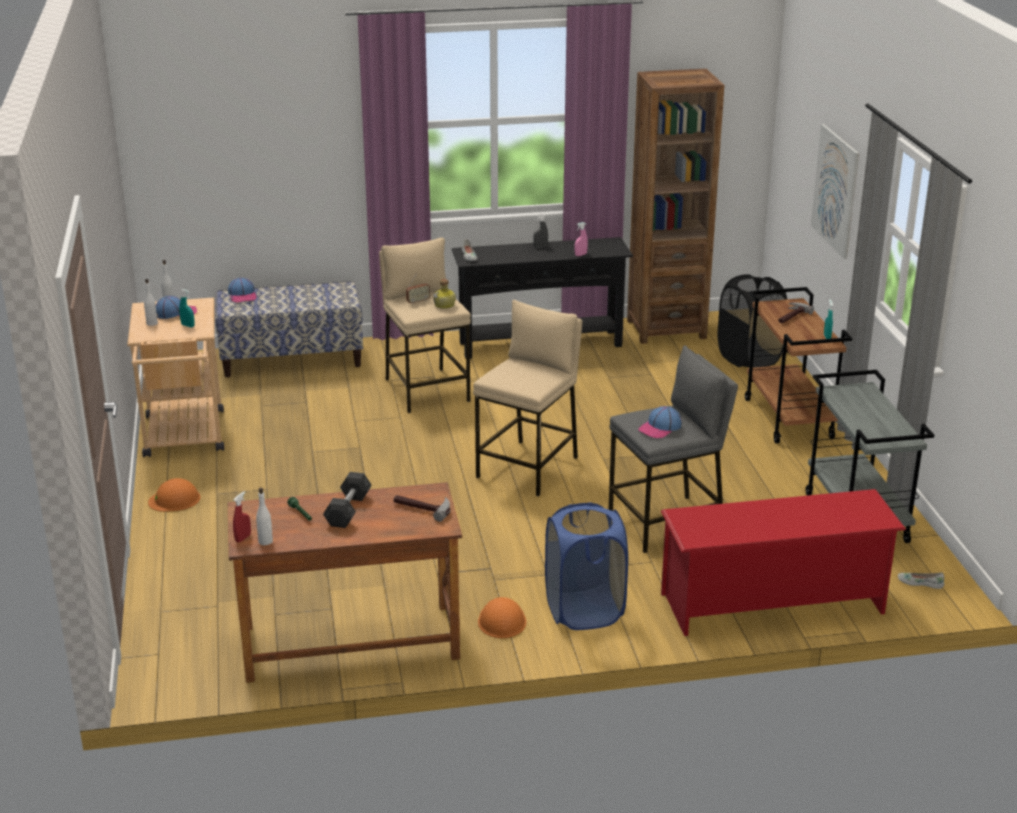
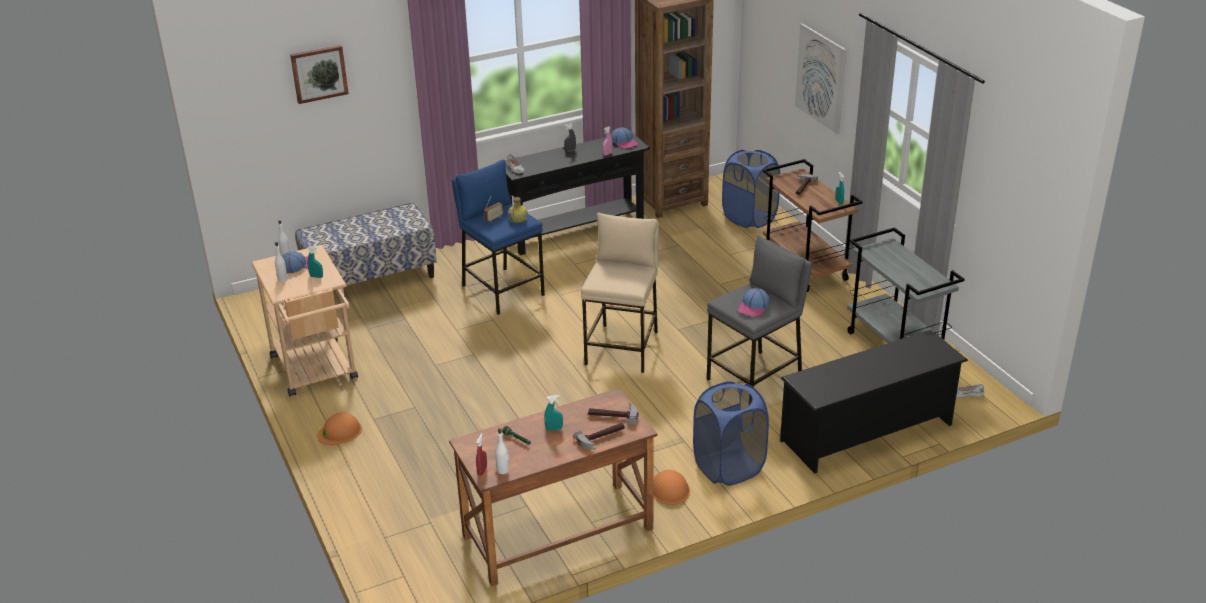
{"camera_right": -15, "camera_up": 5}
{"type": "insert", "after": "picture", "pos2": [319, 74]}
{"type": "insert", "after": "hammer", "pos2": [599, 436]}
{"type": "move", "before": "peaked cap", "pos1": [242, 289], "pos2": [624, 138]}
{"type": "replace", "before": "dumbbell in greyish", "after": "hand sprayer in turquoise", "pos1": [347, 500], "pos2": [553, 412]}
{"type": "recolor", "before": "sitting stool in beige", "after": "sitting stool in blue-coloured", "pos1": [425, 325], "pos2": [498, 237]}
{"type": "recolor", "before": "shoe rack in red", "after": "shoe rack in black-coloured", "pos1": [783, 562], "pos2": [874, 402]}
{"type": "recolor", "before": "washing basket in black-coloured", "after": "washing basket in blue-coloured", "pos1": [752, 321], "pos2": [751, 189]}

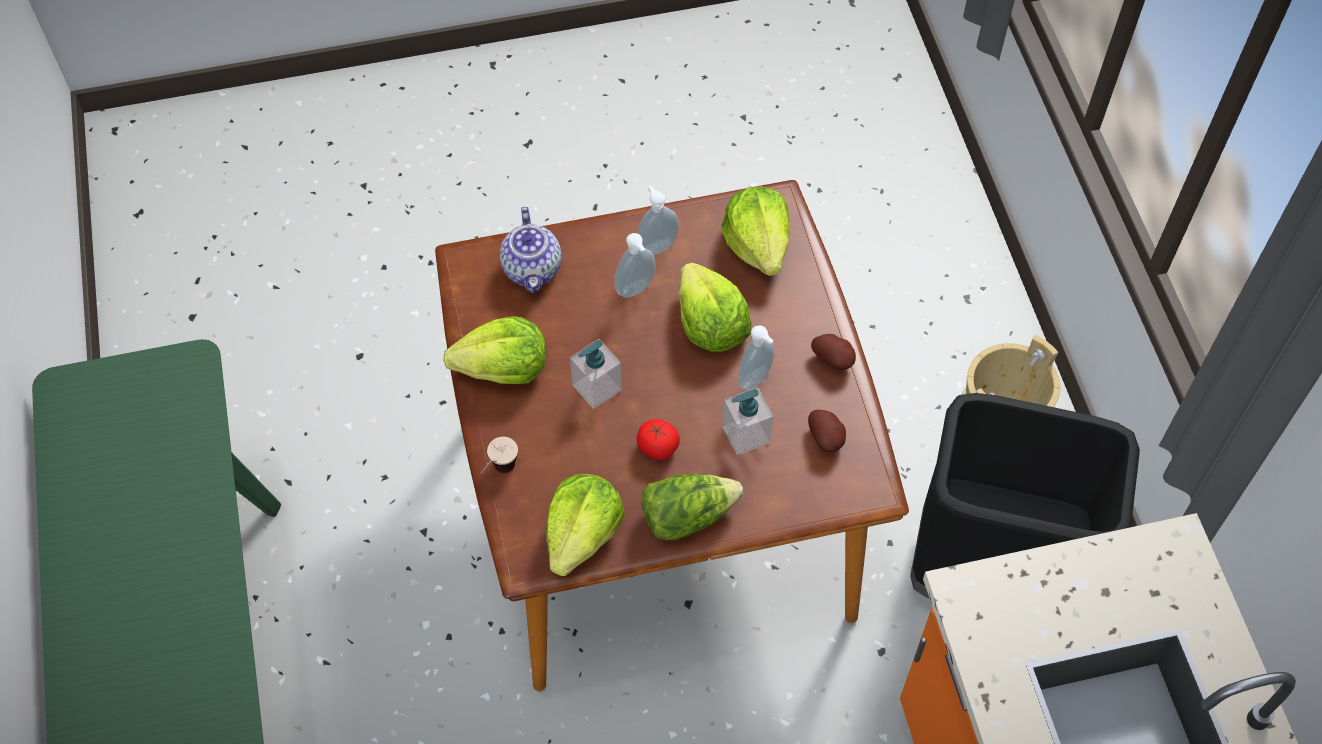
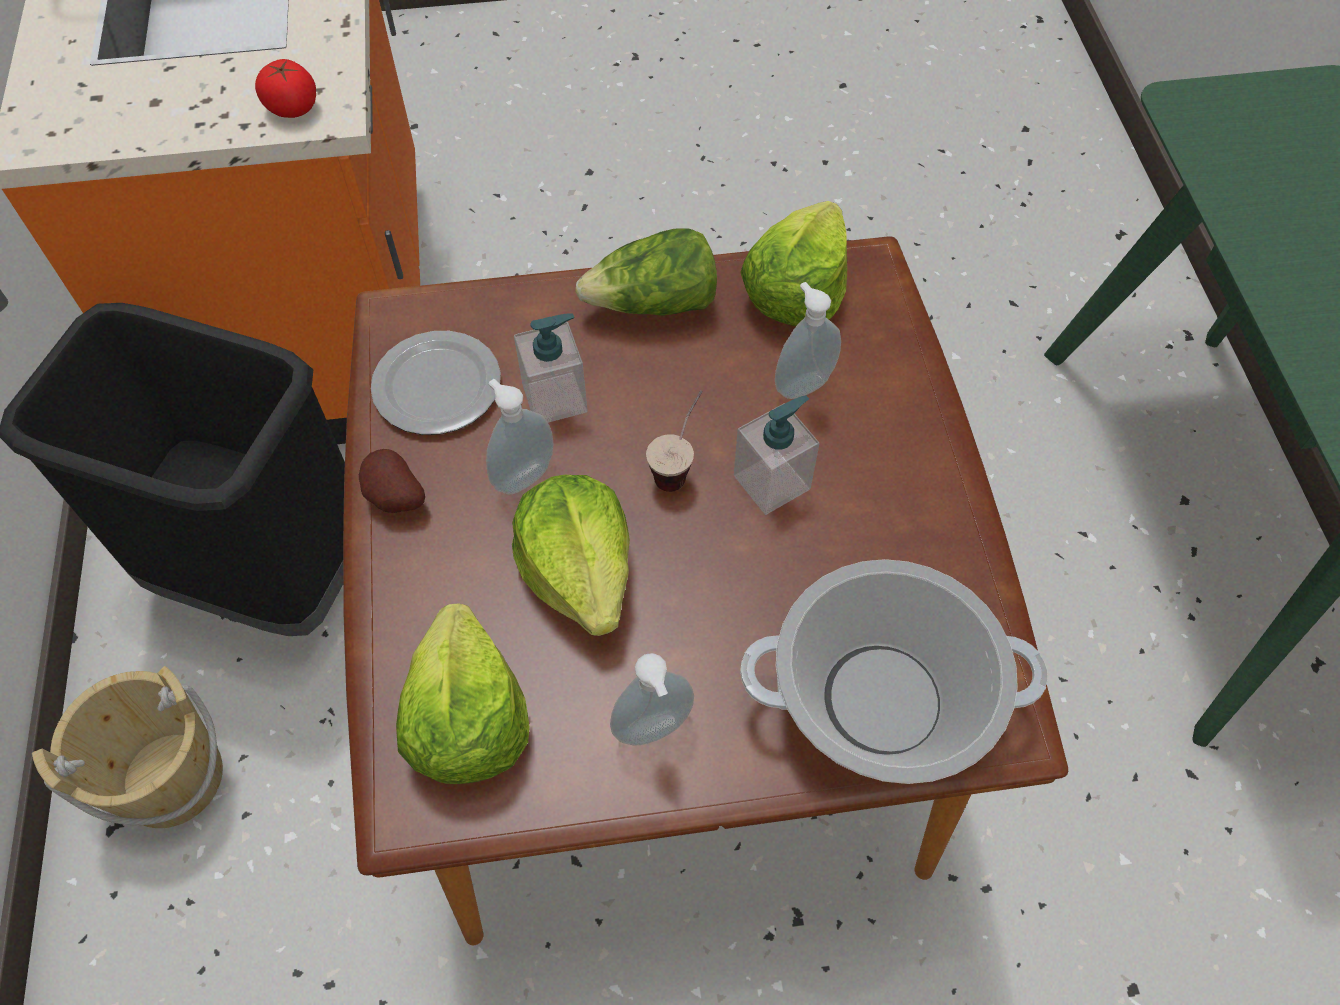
{"camera_right": -175, "camera_up": 0}
{"type": "delete", "before": "lettuce", "pos1": [494, 350]}
{"type": "move", "before": "drinking cup", "pos1": [499, 455], "pos2": [674, 441]}
{"type": "move", "before": "liquid soap bottle", "pos1": [635, 265], "pos2": [808, 340]}
{"type": "move", "before": "fresh tomato", "pos1": [658, 439], "pos2": [285, 88]}
{"type": "replace", "before": "teapot", "after": "stockpot", "pos1": [531, 250], "pos2": [894, 671]}
{"type": "replace", "before": "potato", "after": "flat dish", "pos1": [827, 431], "pos2": [436, 383]}

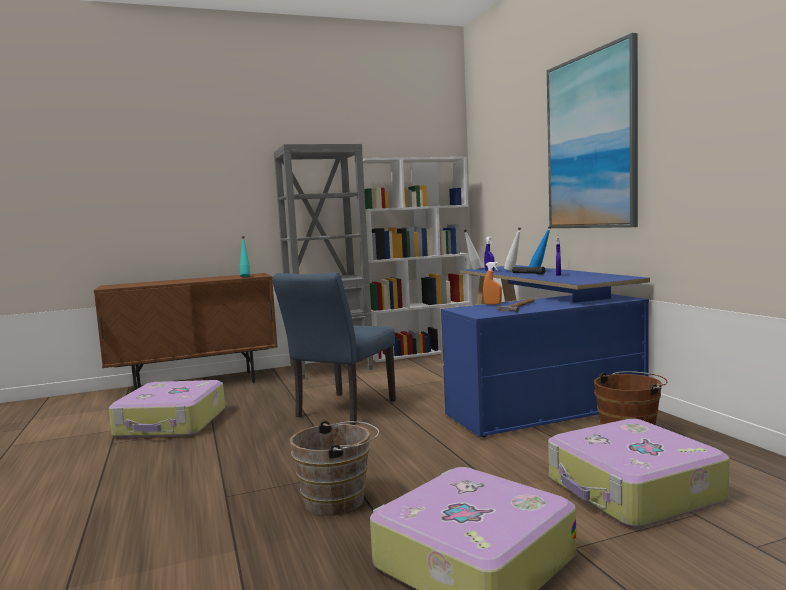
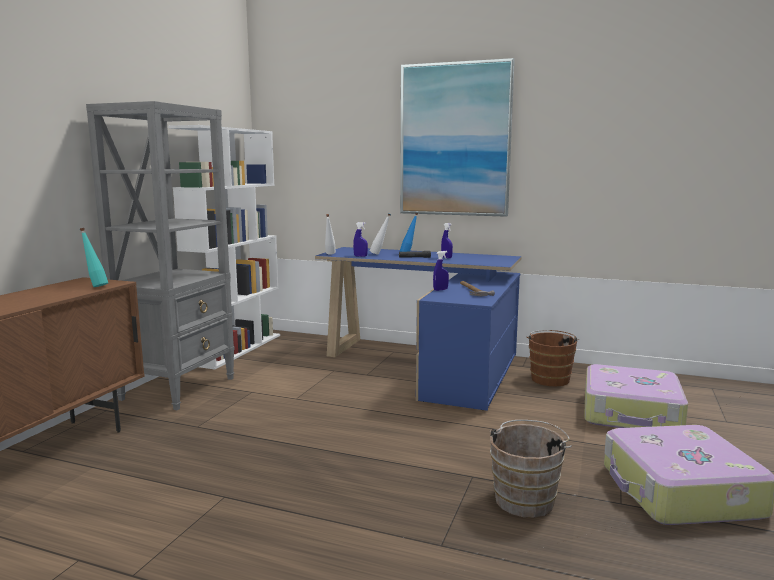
{"camera_right": -50, "camera_up": 5}
{"type": "delete", "before": "suitcase", "pos1": [167, 409]}
{"type": "delete", "before": "chair in blue-coloured", "pos1": [334, 348]}
{"type": "recolor", "before": "hand sprayer in orange", "after": "hand sprayer in blue-coloured", "pos1": [492, 283], "pos2": [441, 271]}

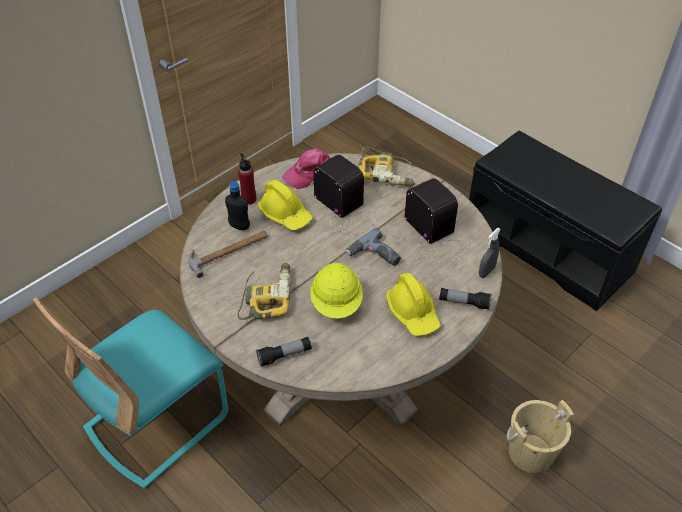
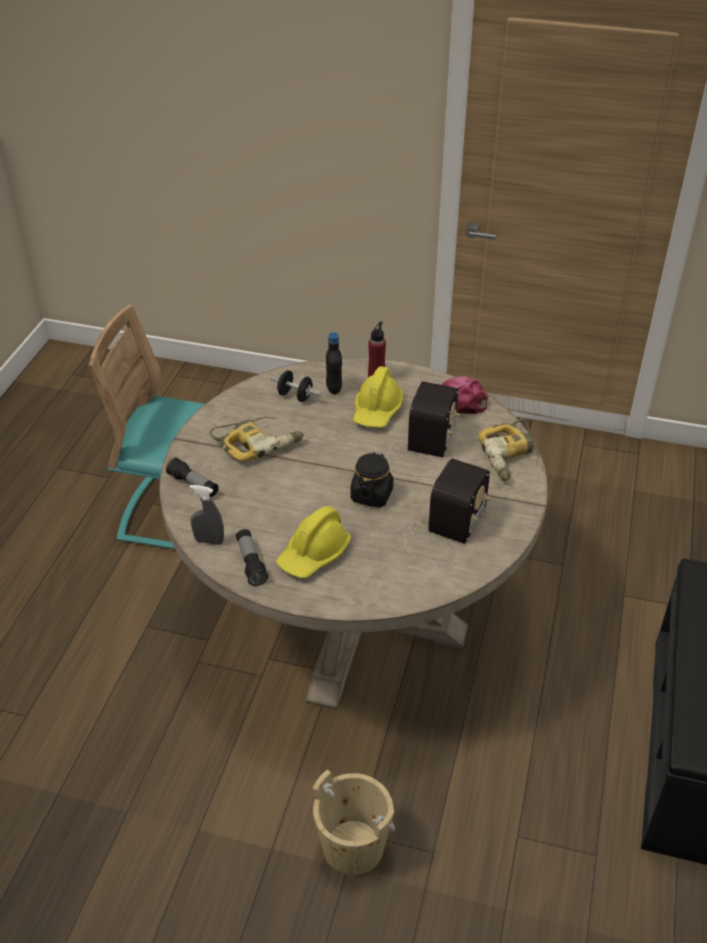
{"camera_right": 60, "camera_up": -5}
{"type": "delete", "before": "hard hat in yellow", "pos1": [336, 291]}
{"type": "move", "before": "torch", "pos1": [465, 299], "pos2": [252, 557]}
{"type": "move", "before": "hand sprayer in greyish", "pos1": [490, 253], "pos2": [207, 515]}
{"type": "replace", "before": "hammer", "after": "dumbbell in black-coloured", "pos1": [228, 254], "pos2": [295, 386]}
{"type": "replace", "before": "power drill", "after": "preserve jar in black-coloured", "pos1": [373, 247], "pos2": [371, 480]}

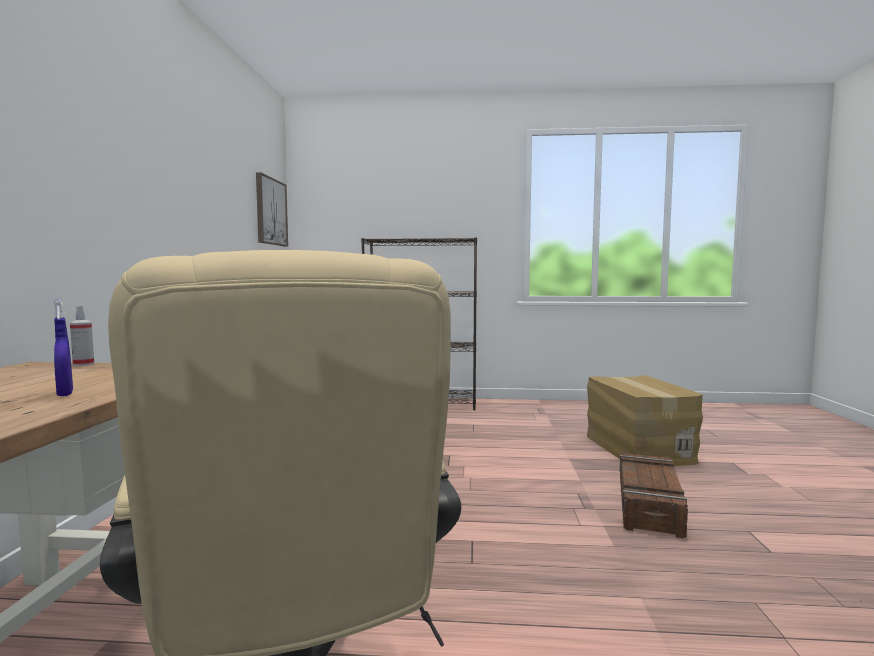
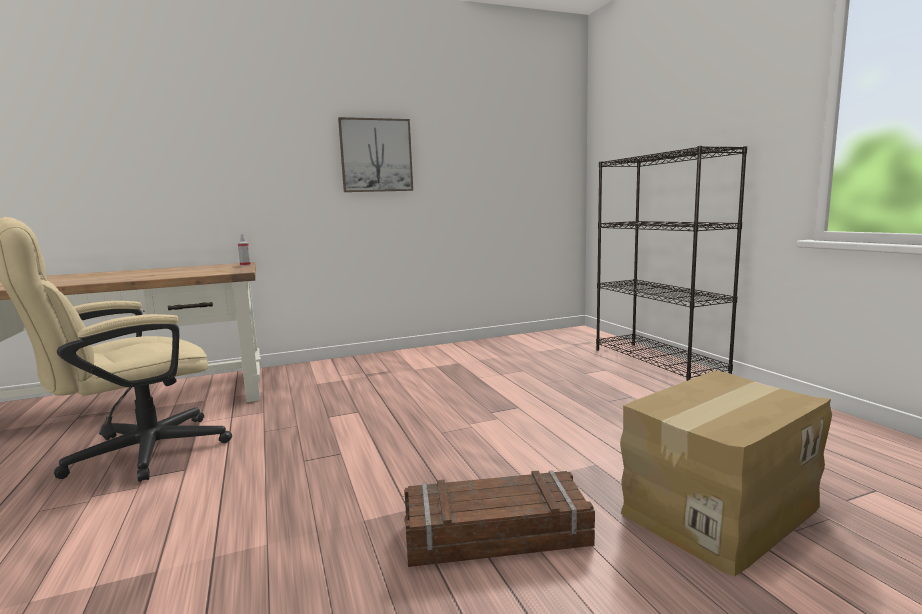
{"camera_right": 65, "camera_up": 5}
{"type": "delete", "before": "hand sprayer in blue-coloured", "pos1": [63, 347]}
{"type": "move", "before": "picture", "pos1": [272, 209], "pos2": [375, 154]}

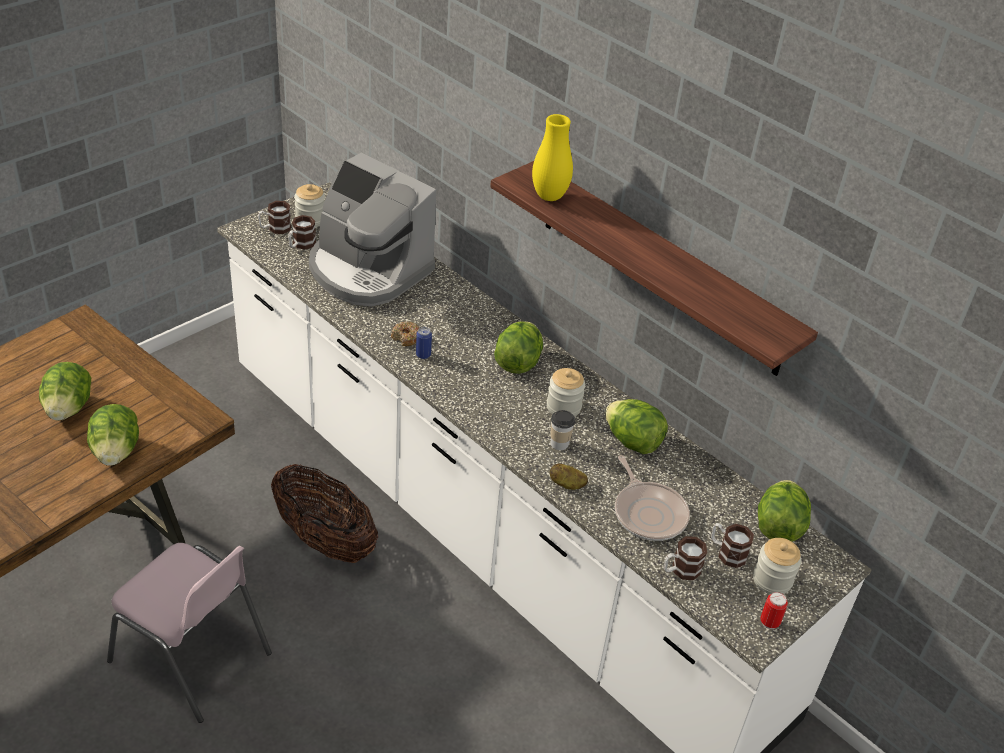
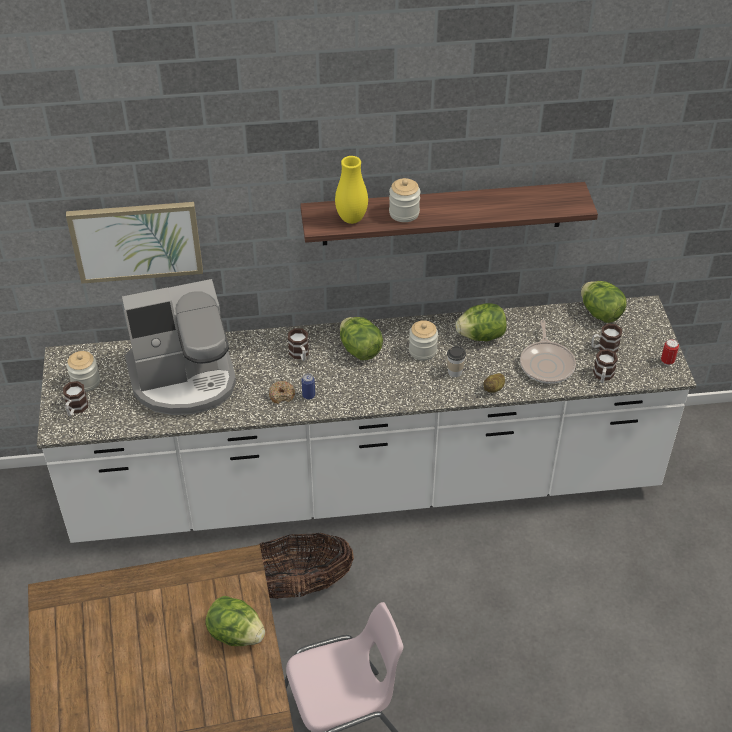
{"camera_right": -50, "camera_up": 5}
{"type": "delete", "before": "lettuce", "pos1": [65, 391]}
{"type": "insert", "after": "picture", "pos2": [134, 243]}
{"type": "move", "before": "coffee mug", "pos1": [302, 232], "pos2": [298, 344]}
{"type": "move", "before": "preserve jar", "pos1": [777, 566], "pos2": [404, 200]}
{"type": "rotate", "before": "frying pan", "pos1": [652, 498], "pos2": [548, 352], "turn": 75}

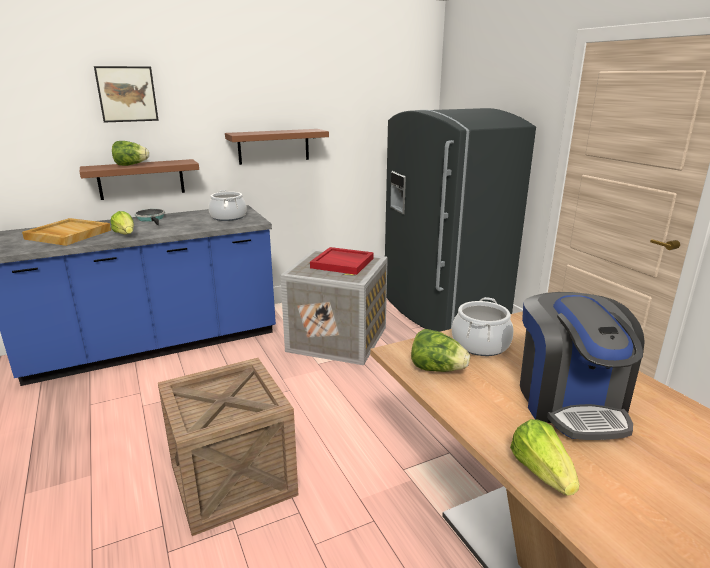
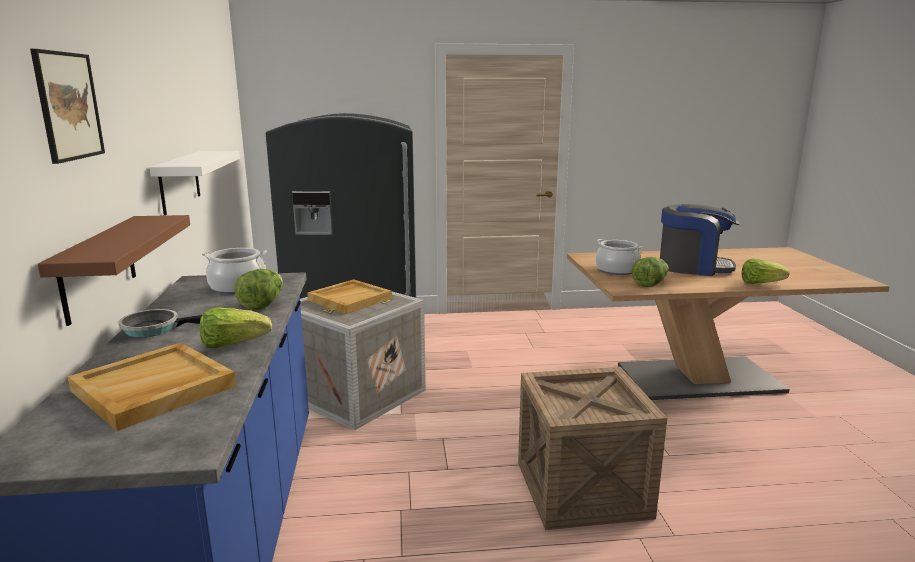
{"camera_right": -70, "camera_up": -5}
{"type": "move", "before": "lettuce", "pos1": [130, 153], "pos2": [258, 289]}
{"type": "recolor", "before": "wall shelf in brown-coloured", "after": "wall shelf in white", "pos1": [277, 147], "pos2": [195, 183]}
{"type": "recolor", "before": "carrying tray in red", "after": "carrying tray in beige", "pos1": [342, 261], "pos2": [349, 296]}

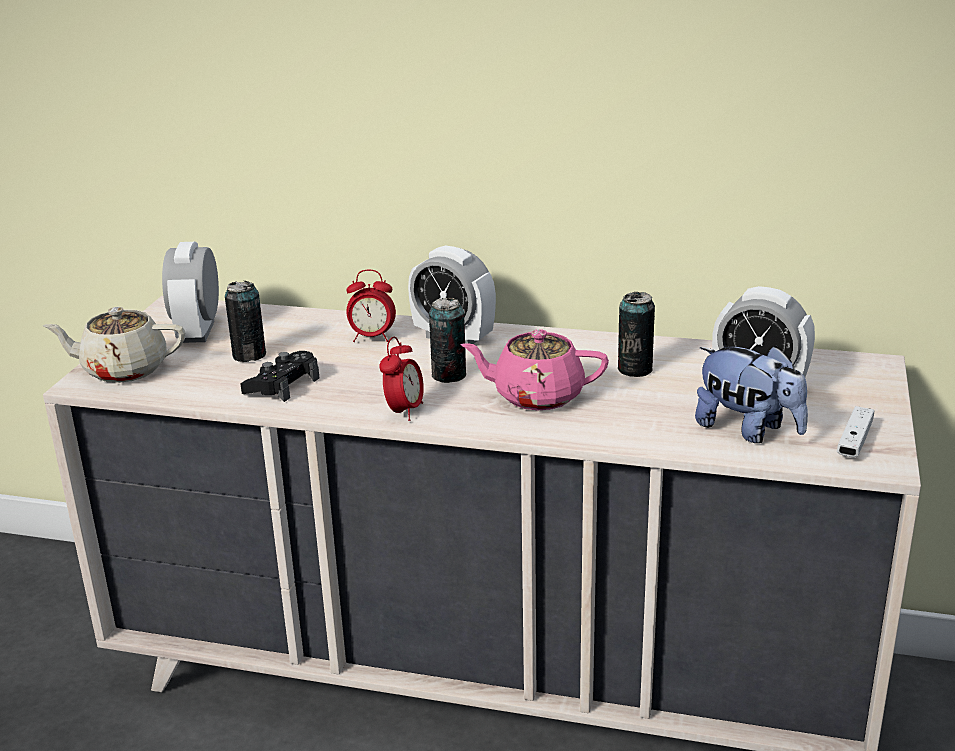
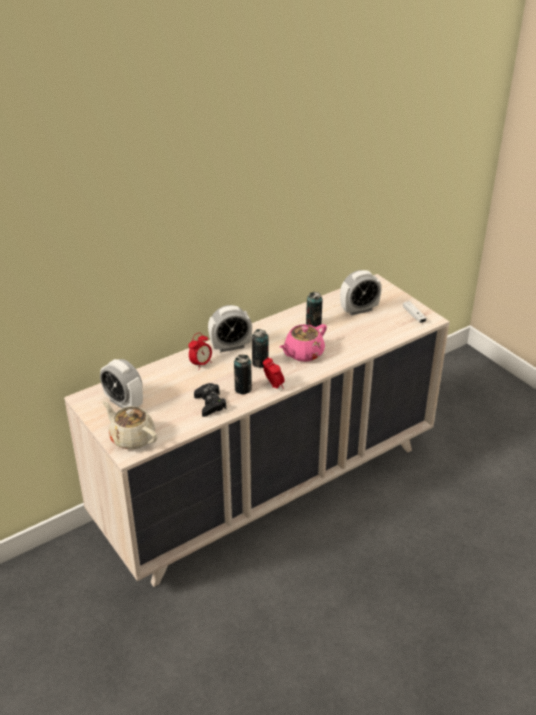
{"camera_right": -50, "camera_up": 10}
{"type": "delete", "before": "plush toy", "pos1": [751, 394]}
{"type": "move", "before": "can", "pos1": [245, 321], "pos2": [243, 374]}
{"type": "rotate", "before": "teapot in beige", "pos1": [114, 345], "pos2": [130, 425], "turn": 90}

